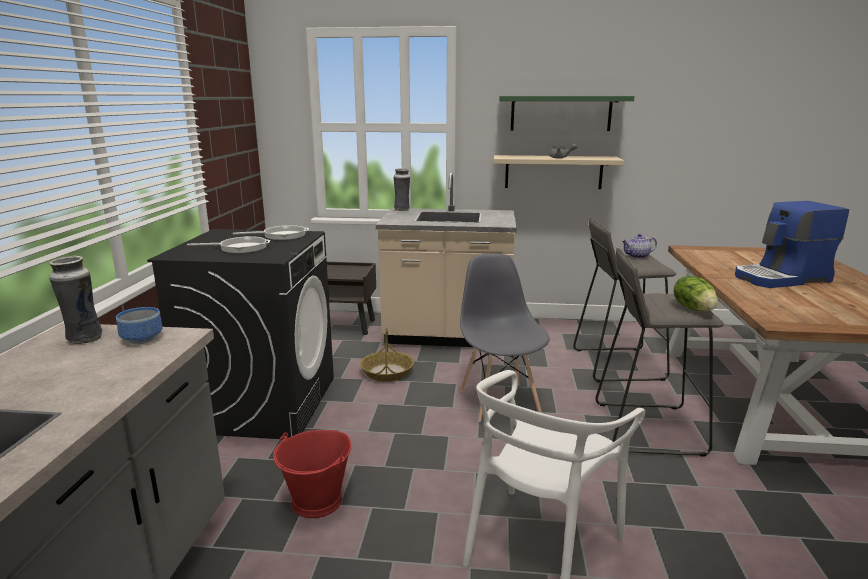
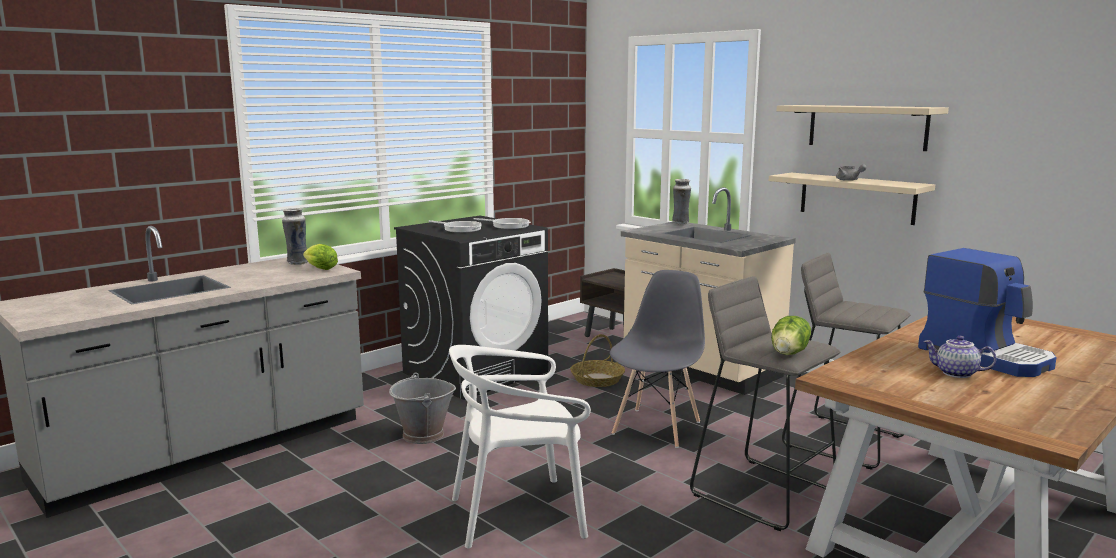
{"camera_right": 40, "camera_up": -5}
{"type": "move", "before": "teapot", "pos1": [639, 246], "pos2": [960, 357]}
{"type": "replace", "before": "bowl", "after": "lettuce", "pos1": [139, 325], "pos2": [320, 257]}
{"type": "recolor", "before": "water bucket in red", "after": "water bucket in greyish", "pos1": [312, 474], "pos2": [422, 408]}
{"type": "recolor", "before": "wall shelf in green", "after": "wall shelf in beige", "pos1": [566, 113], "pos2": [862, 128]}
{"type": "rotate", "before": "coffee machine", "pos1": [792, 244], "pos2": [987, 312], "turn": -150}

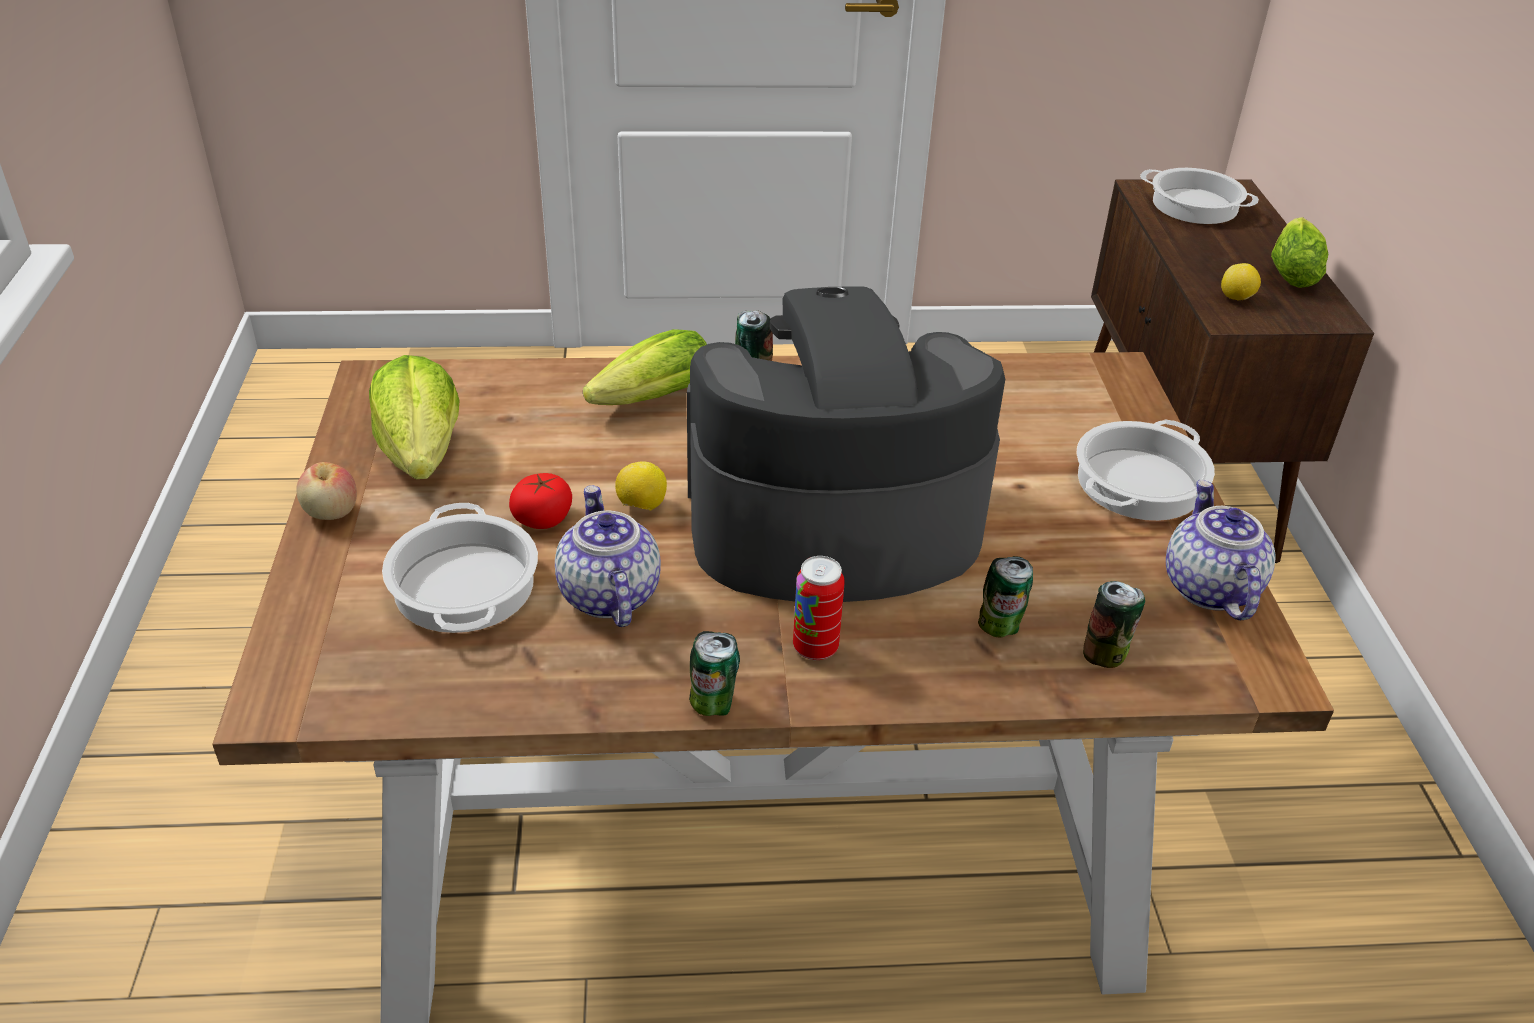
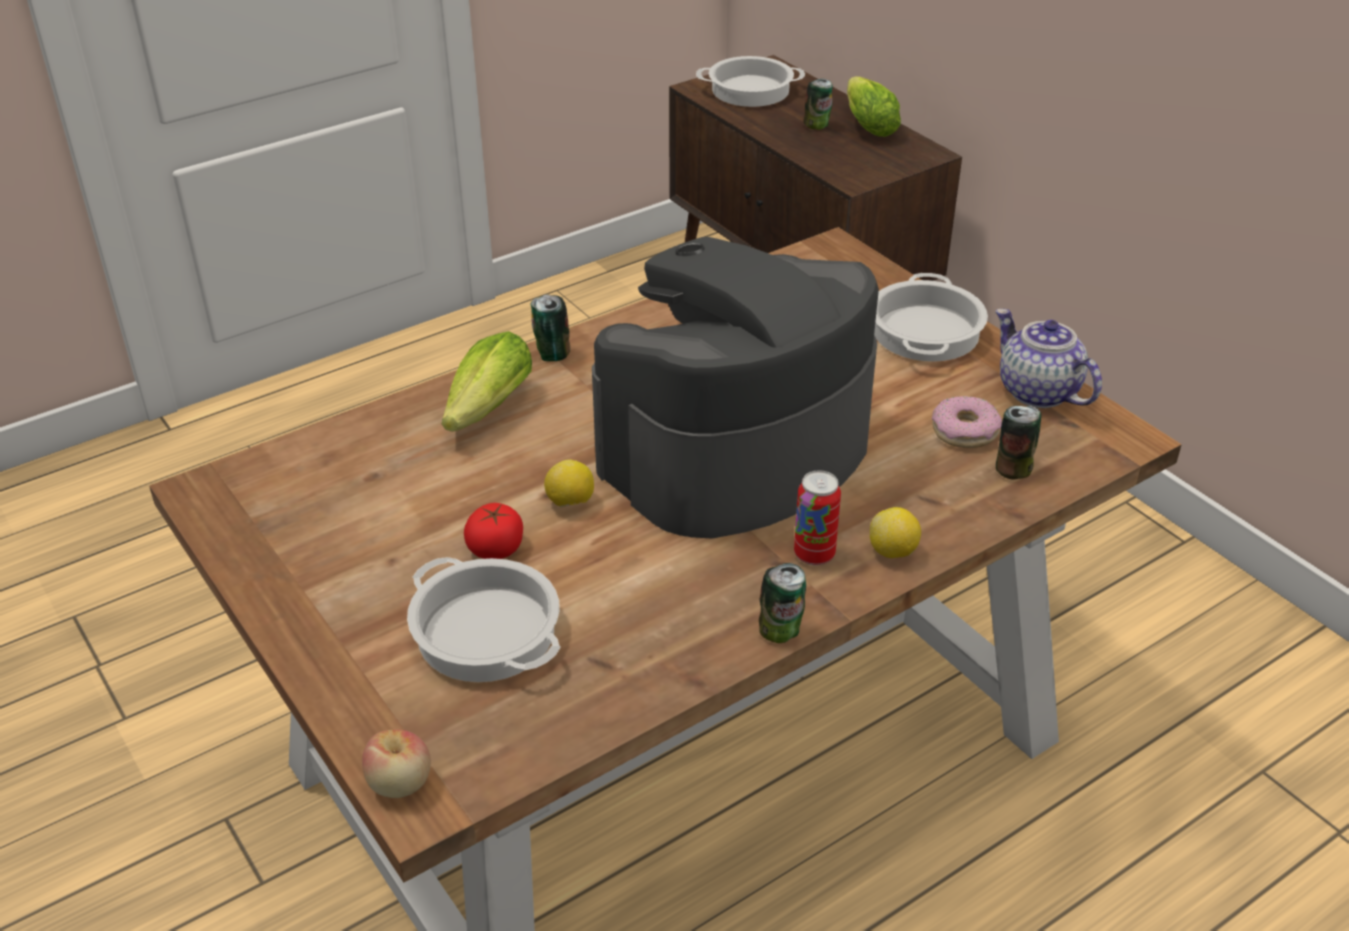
{"camera_right": -30, "camera_up": 0}
{"type": "delete", "before": "lettuce", "pos1": [414, 417]}
{"type": "delete", "before": "teapot", "pos1": [608, 556]}
{"type": "insert", "after": "ring doughnut", "pos2": [967, 422]}
{"type": "move", "before": "whole apple", "pos1": [326, 491], "pos2": [396, 763]}
{"type": "move", "before": "can", "pos1": [1005, 596], "pos2": [818, 104]}
{"type": "move", "before": "citrus fruit", "pos1": [1241, 281], "pos2": [895, 532]}

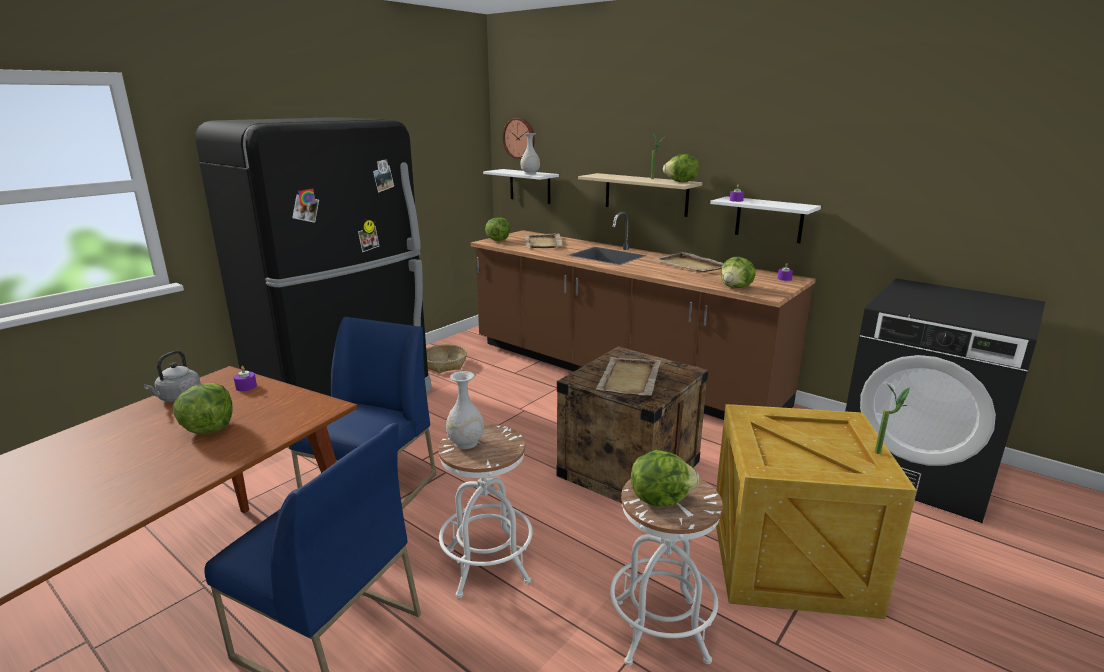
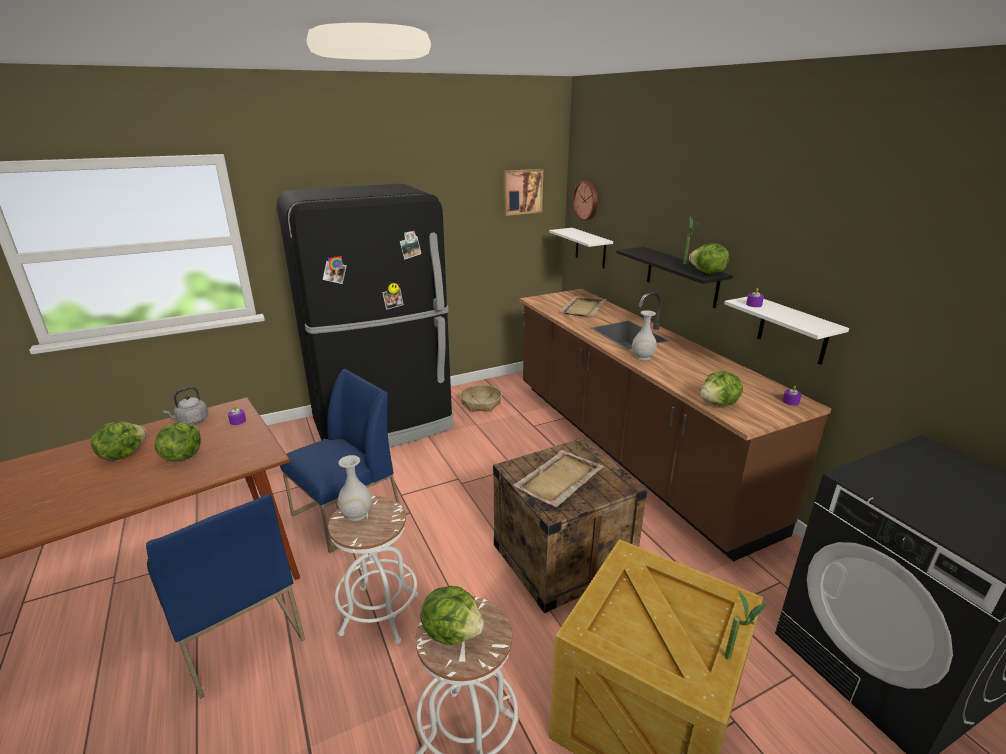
{"camera_right": 25, "camera_up": 5}
{"type": "delete", "before": "carrying tray in beige", "pos1": [689, 262]}
{"type": "insert", "after": "picture", "pos2": [523, 192]}
{"type": "move", "before": "lettuce", "pos1": [497, 229], "pos2": [118, 440]}
{"type": "move", "before": "vase in white", "pos1": [530, 154], "pos2": [644, 335]}
{"type": "recolor", "before": "wall shelf in beige", "after": "wall shelf in black-coloured", "pos1": [640, 195], "pos2": [674, 277]}

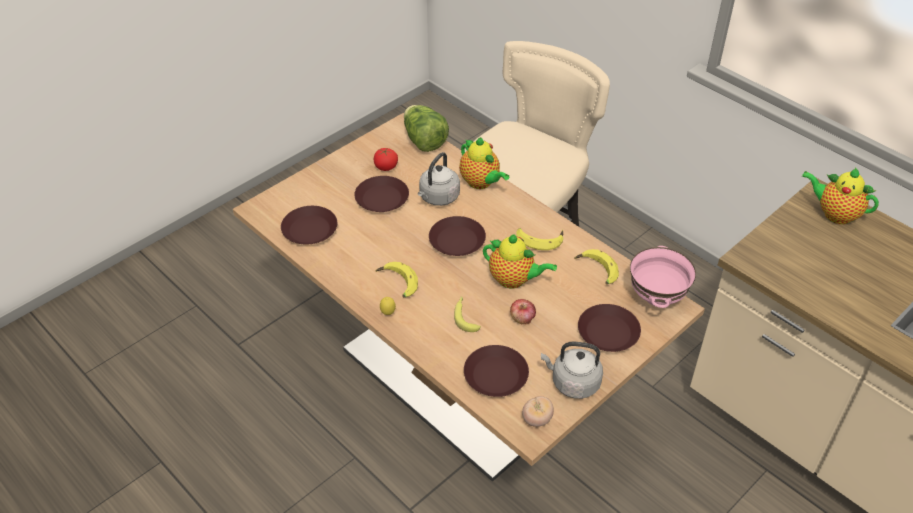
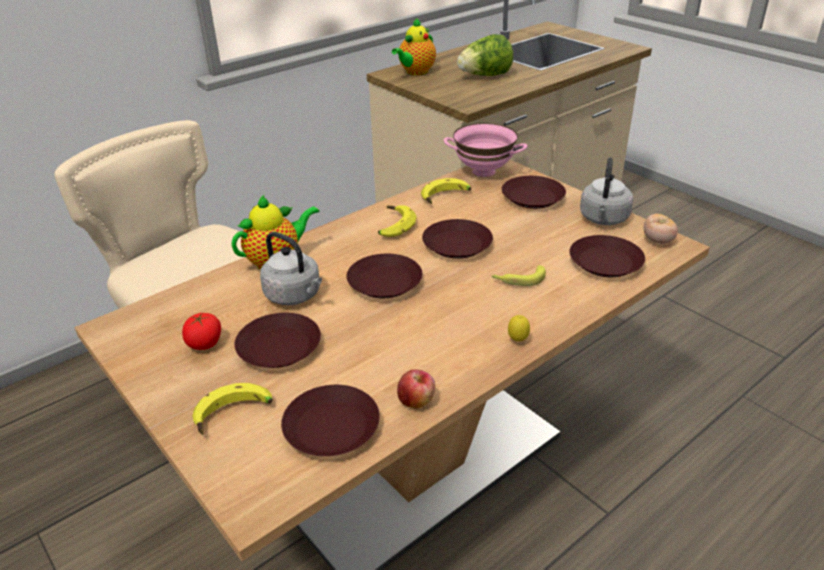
{"camera_right": -85, "camera_up": -10}
{"type": "move", "before": "banana fruit", "pos1": [396, 279], "pos2": [233, 409]}
{"type": "move", "before": "lettuce", "pos1": [426, 128], "pos2": [485, 55]}
{"type": "move", "before": "whole apple", "pos1": [523, 312], "pos2": [416, 389]}
{"type": "replace", "before": "teapot", "after": "flat dish in brown-coloured", "pos1": [520, 261], "pos2": [457, 239]}

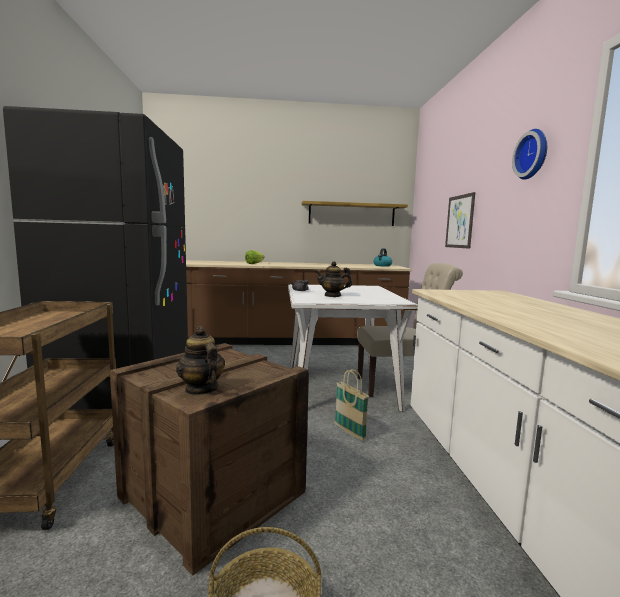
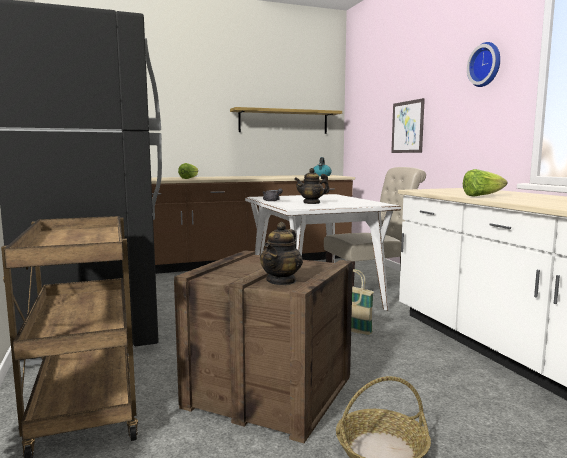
{"camera_right": -15, "camera_up": 0}
{"type": "insert", "after": "lettuce", "pos2": [485, 183]}
{"type": "rotate", "before": "teapot", "pos1": [200, 360], "pos2": [281, 253], "turn": -105}

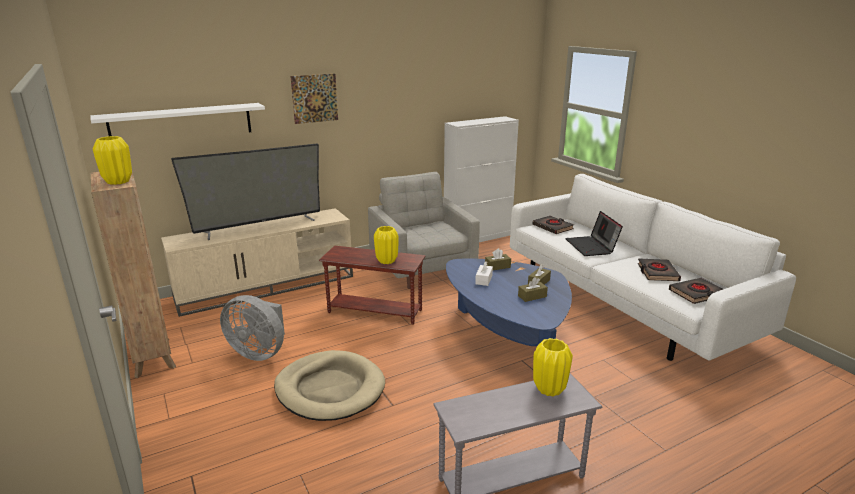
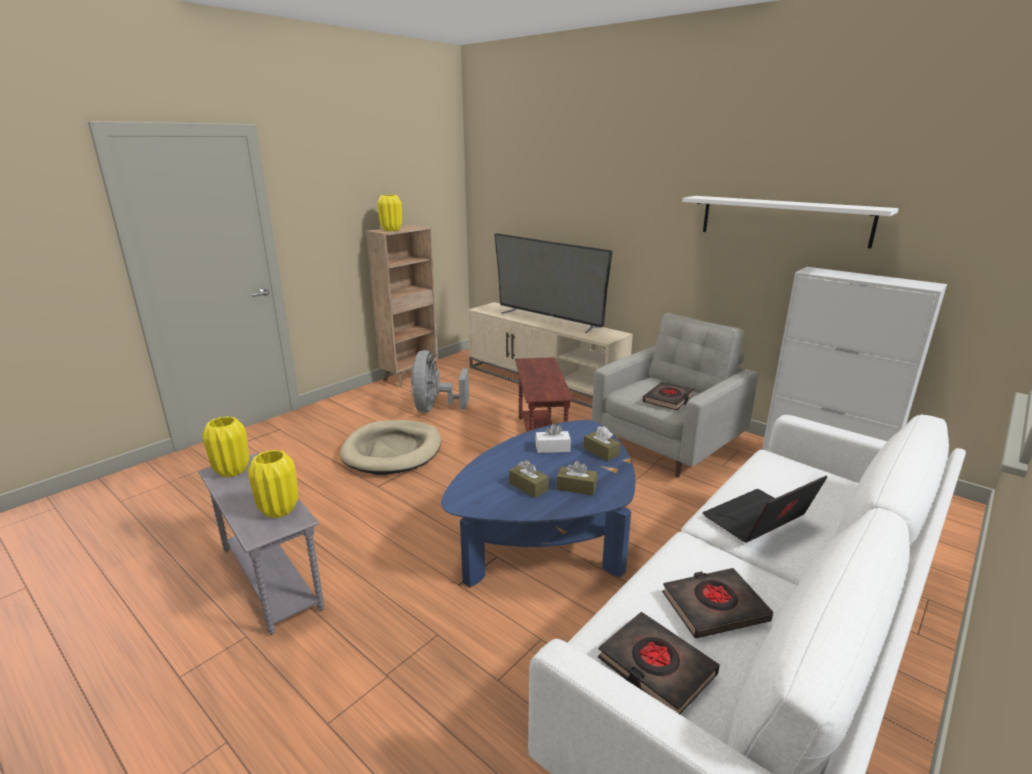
{"camera_right": 70, "camera_up": 0}
{"type": "delete", "before": "picture", "pos1": [314, 99]}
{"type": "move", "before": "wall shelf in white", "pos1": [177, 120], "pos2": [790, 222]}
{"type": "move", "before": "vase in yellow", "pos1": [386, 245], "pos2": [225, 446]}
{"type": "move", "before": "book in black-coloured", "pos1": [553, 225], "pos2": [668, 396]}

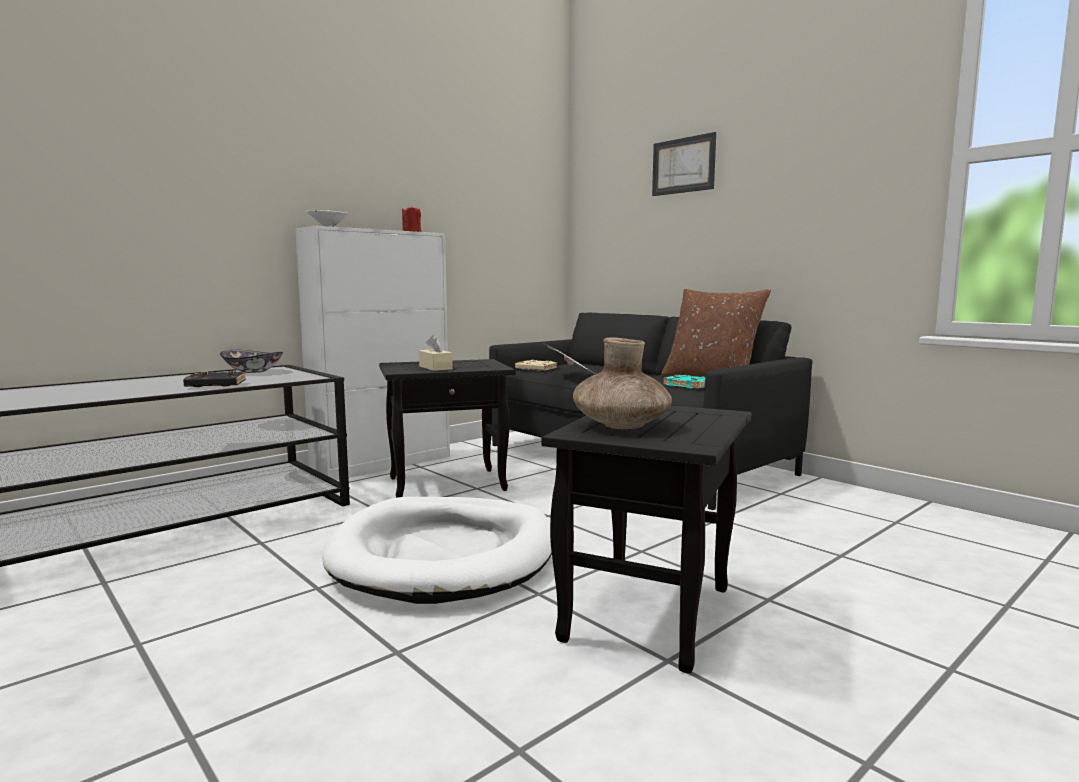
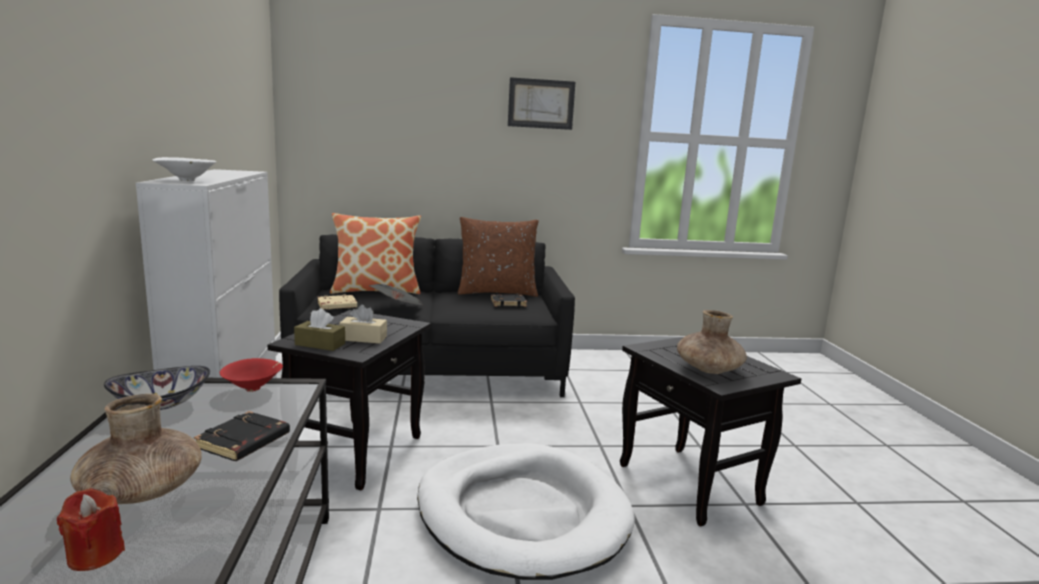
{"camera_right": -55, "camera_up": 5}
{"type": "insert", "after": "vase in brown-coloured", "pos2": [136, 449]}
{"type": "insert", "after": "bowl in red", "pos2": [251, 375]}
{"type": "insert", "after": "tissue box in brown-coloured", "pos2": [319, 329]}
{"type": "insert", "after": "throw pillow", "pos2": [375, 253]}
{"type": "move", "before": "candle in red", "pos1": [411, 218], "pos2": [91, 529]}
{"type": "move", "before": "picture", "pos1": [684, 164], "pos2": [541, 103]}
{"type": "recolor", "before": "book in turquoise", "after": "book in black-coloured", "pos1": [684, 382], "pos2": [509, 300]}

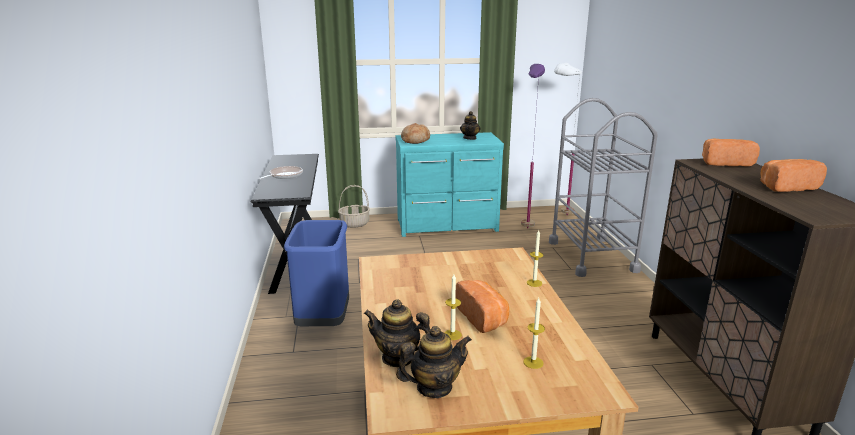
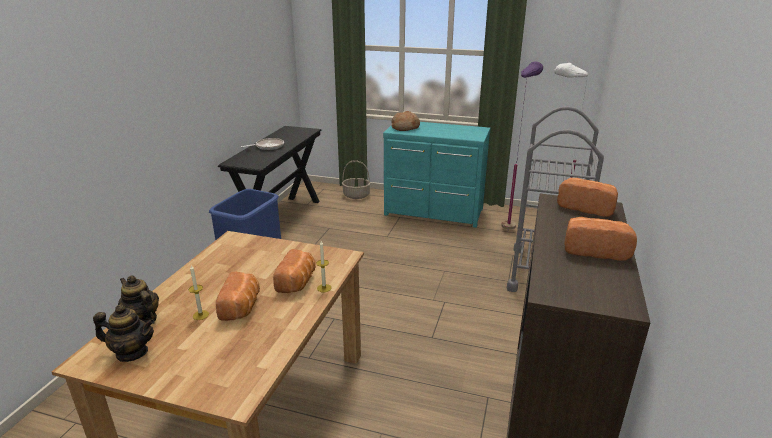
{"camera_right": 25, "camera_up": 5}
{"type": "delete", "before": "teapot", "pos1": [470, 125]}
{"type": "delete", "before": "candle", "pos1": [534, 333]}
{"type": "insert", "after": "bread", "pos2": [294, 271]}

